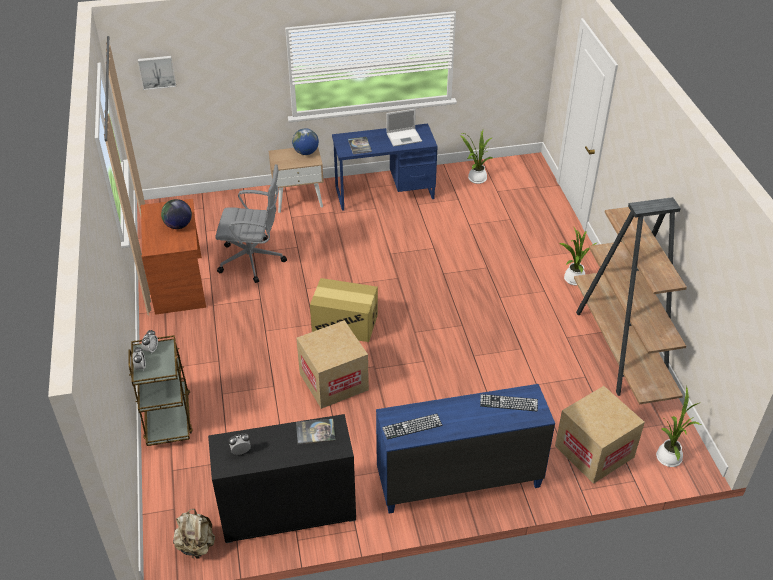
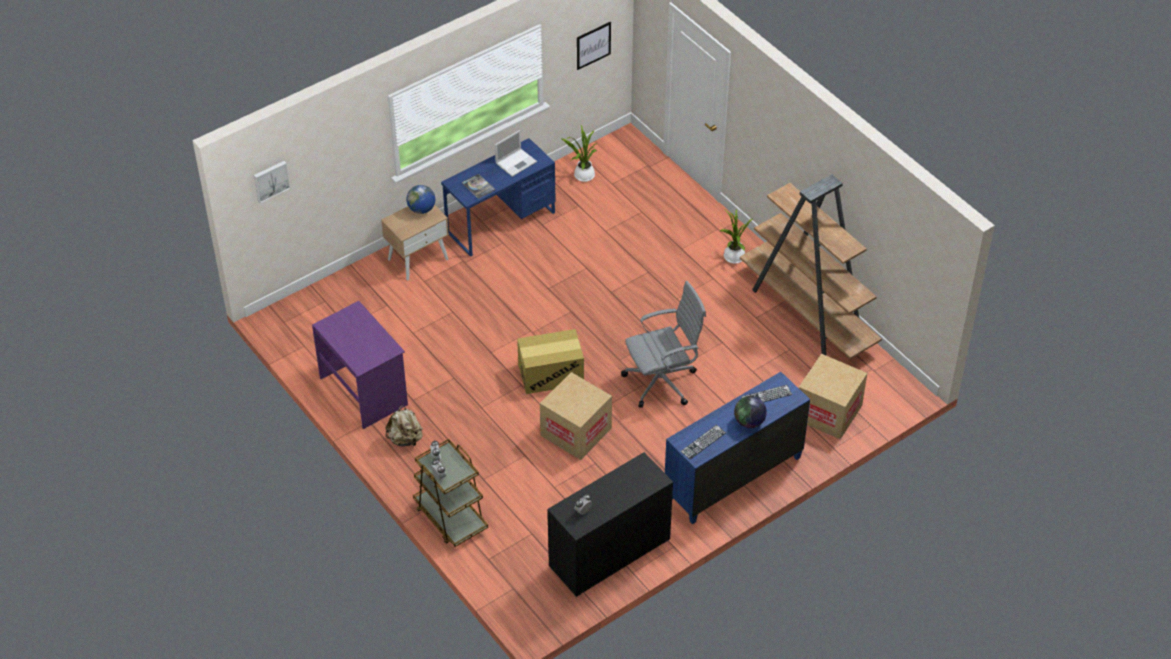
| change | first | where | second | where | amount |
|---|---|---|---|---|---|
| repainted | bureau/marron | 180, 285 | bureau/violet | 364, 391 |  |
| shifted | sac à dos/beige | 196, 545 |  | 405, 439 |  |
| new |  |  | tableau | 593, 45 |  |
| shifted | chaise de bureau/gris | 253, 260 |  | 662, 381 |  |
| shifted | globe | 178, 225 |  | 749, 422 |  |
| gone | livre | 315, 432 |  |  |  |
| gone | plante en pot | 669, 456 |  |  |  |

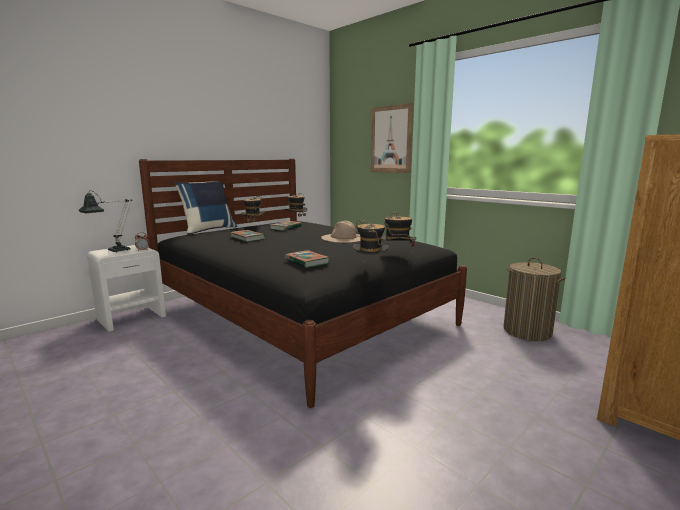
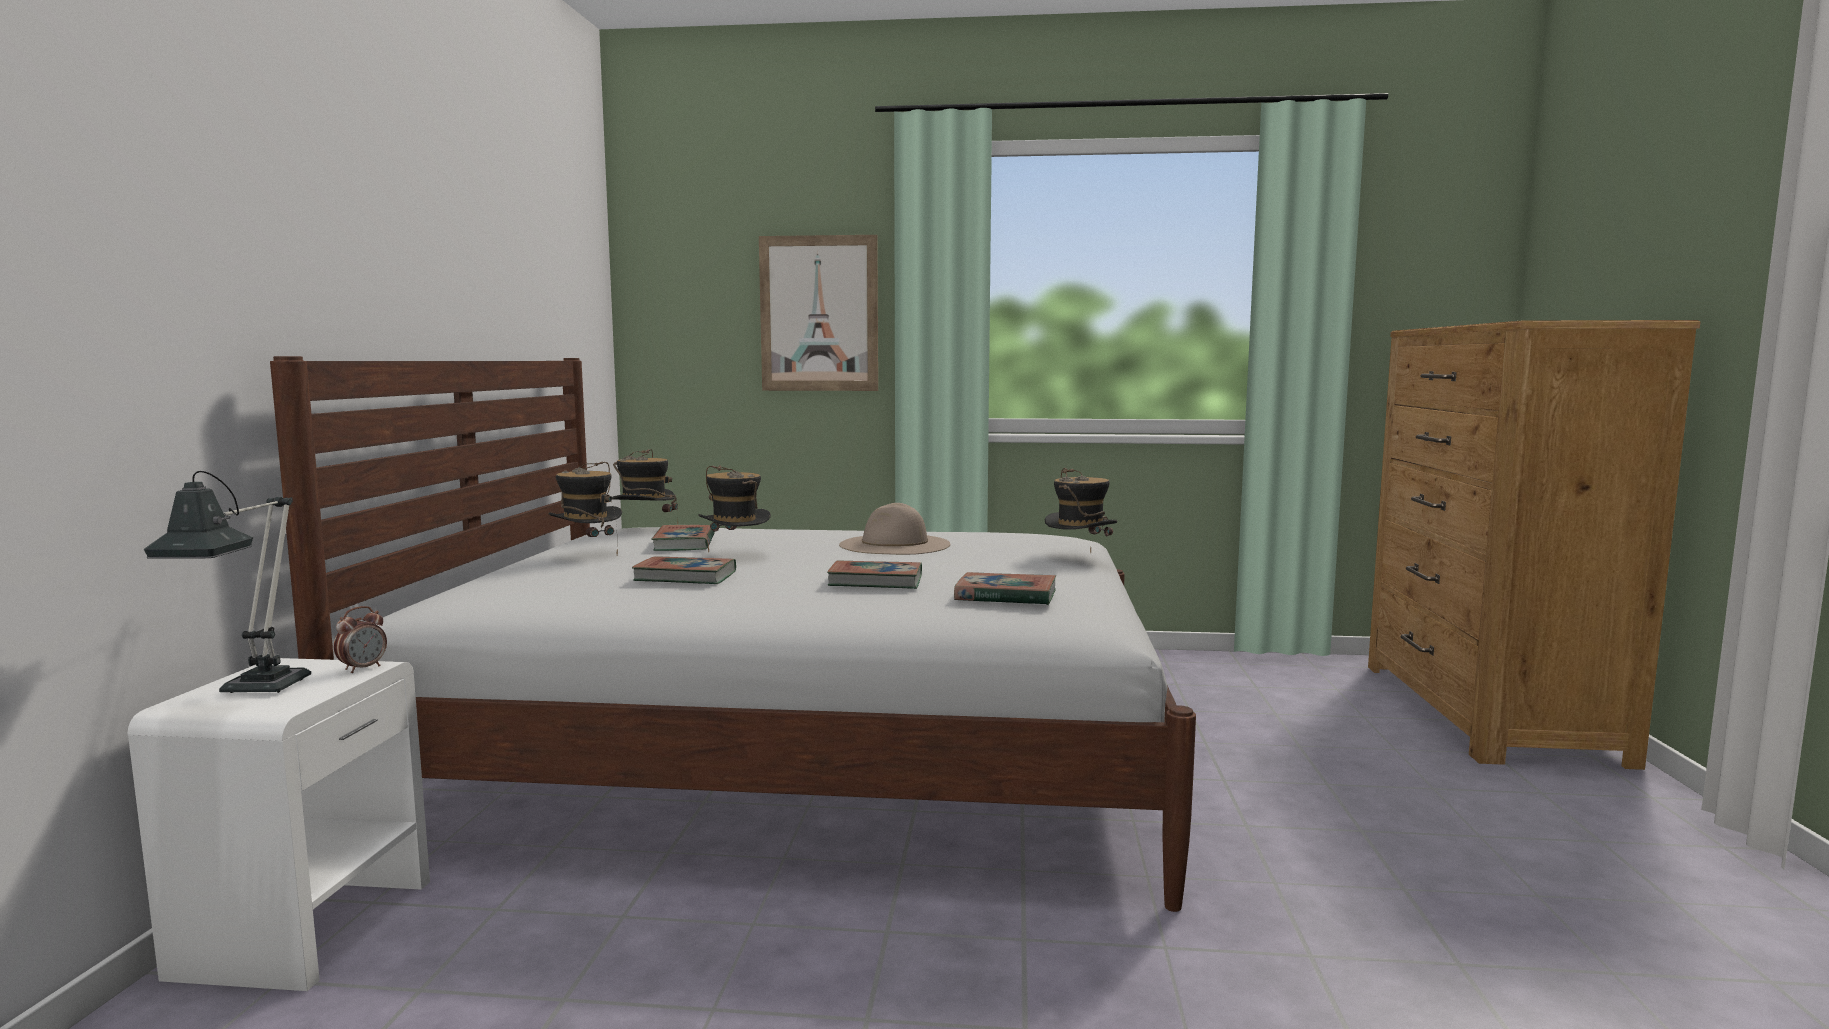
| change | first | where | second | where | amount |
|---|---|---|---|---|---|
| repainted | lit/noir | 300, 314 | lit/blanc | 803, 761 |  |
| shifted | chapeau | 370, 268 |  | 735, 557 |  |
| new |  |  | livre | 875, 581 |  |
| gone | coussin/bleu | 208, 230 |  |  |  |
| gone | panier à linge | 527, 331 |  |  |  |

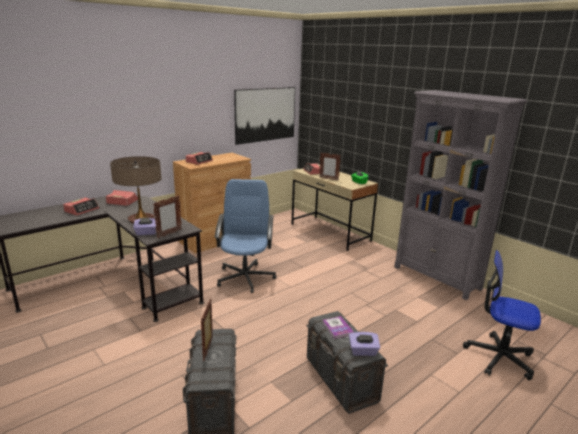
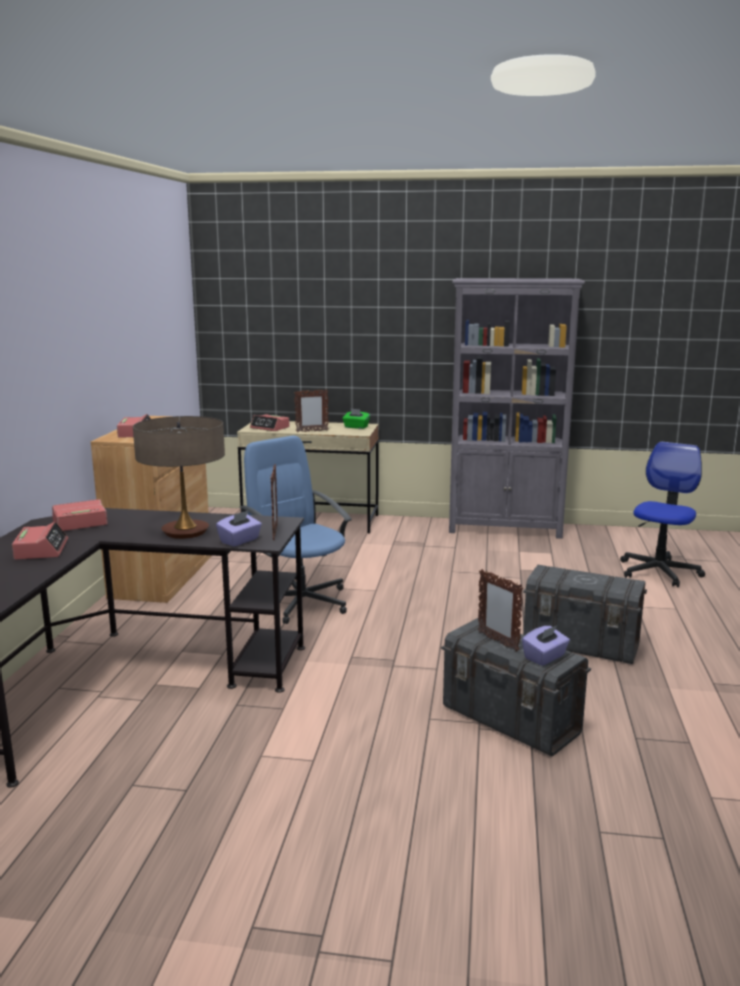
| change | first | where | second | where | amount |
|---|---|---|---|---|---|
| shifted | boîte à mouchoirs/violet | 363, 351 |  | 545, 657 |  |
| rotated | chaise de bureau | 499, 357 |  | 659, 572 | 135 degrees clockwise |
| gone | tableau | 265, 114 |  |  |  |
| gone | livre | 337, 328 |  |  |  |

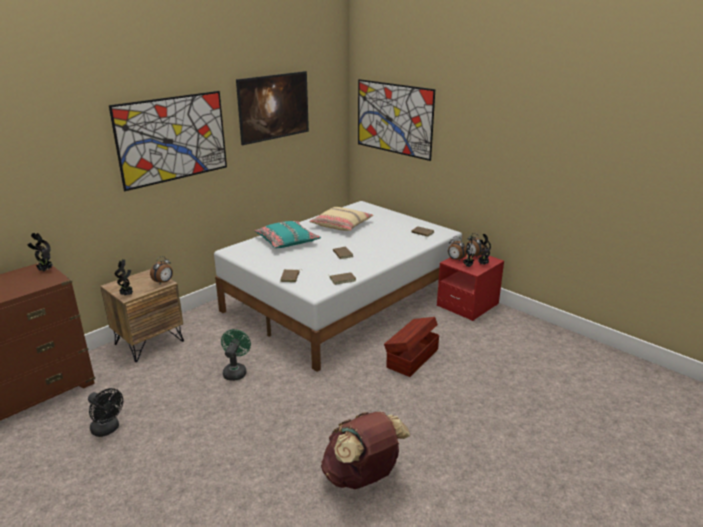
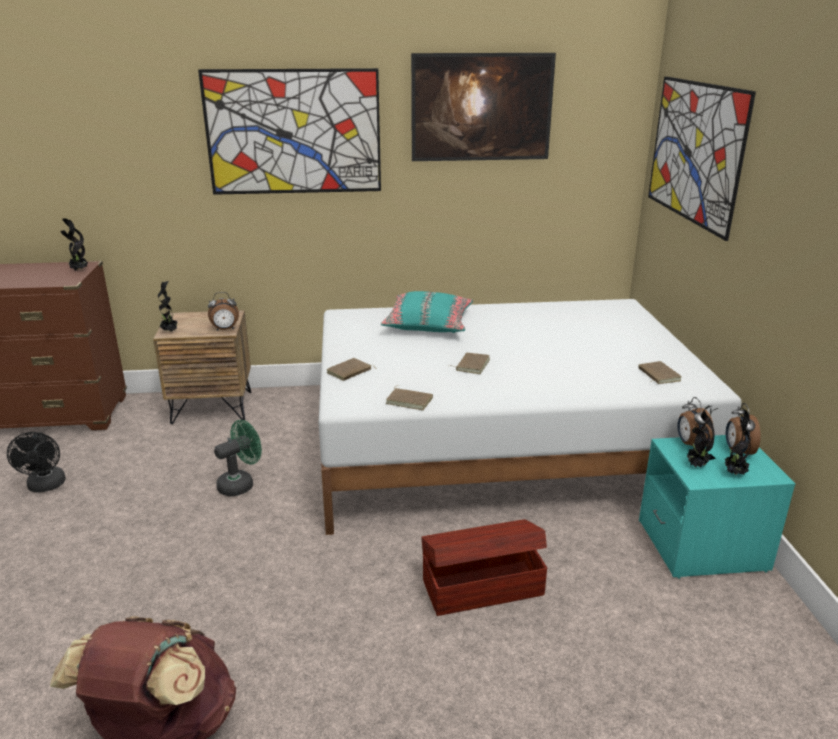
| change | first | where | second | where | amount |
|---|---|---|---|---|---|
| repainted | table de chevet/rouge | 467, 305 | table de chevet/turquoise | 702, 545 |  |
| gone | coussin/beige | 341, 225 |  |  |  |

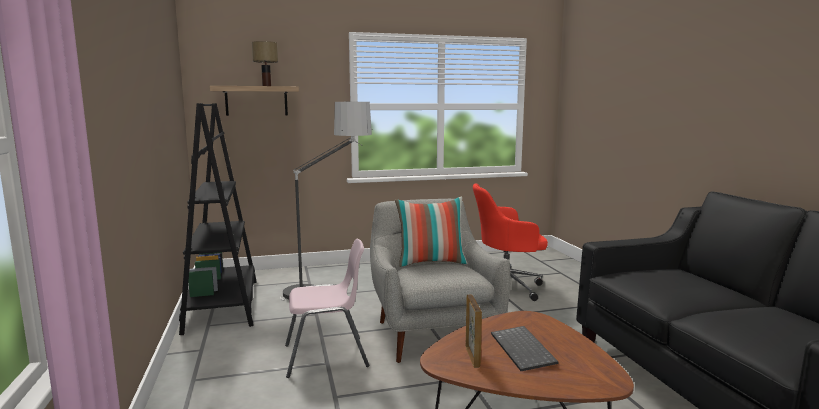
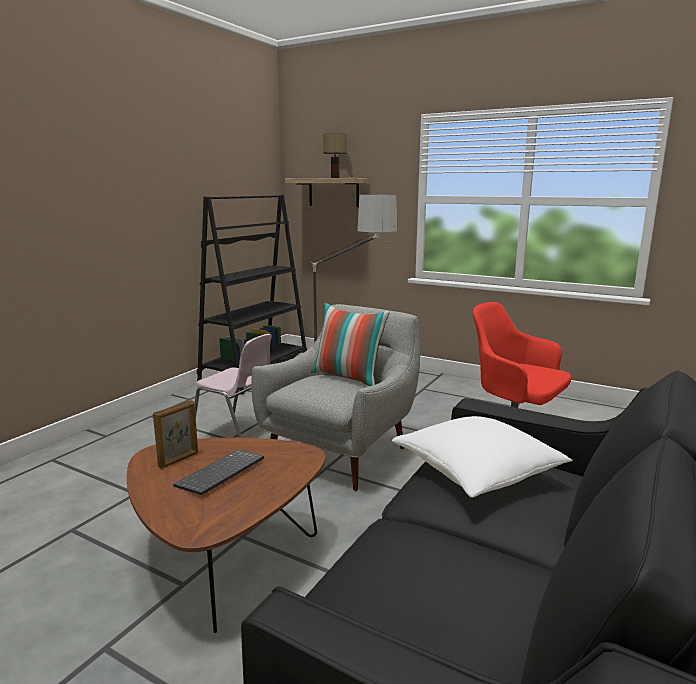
| change | first | where | second | where | amount |
|---|---|---|---|---|---|
| new |  |  | coussin/blanc | 476, 472 |  |

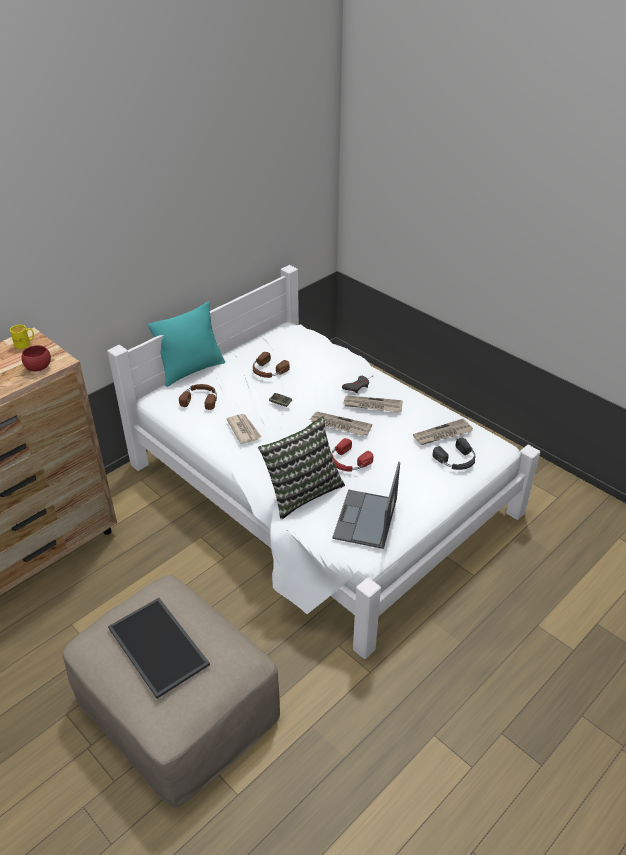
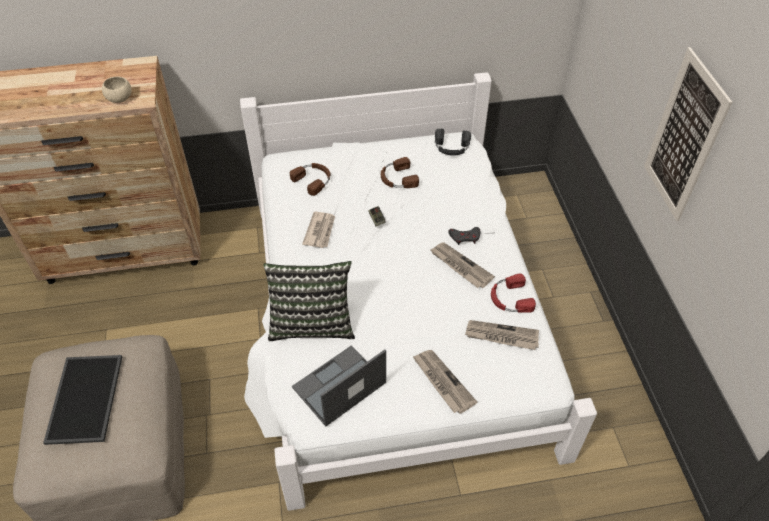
| change | first | where | second | where | amount |
|---|---|---|---|---|---|
| repainted | bol/rouge | 39, 367 | bol/beige | 120, 99 |  |
| shifted | journal | 340, 425 |  | 442, 382 |  |
| shifted | casque audio/noir | 456, 460 |  | 451, 147 |  |
| shifted | casque audio/rouge | 348, 461 |  | 509, 298 |  |
| new |  |  | tableau | 684, 137 |  |
| gone | mug/jaune | 25, 344 |  |  |  |
| gone | coussin/turquoise | 191, 370 |  |  |  |

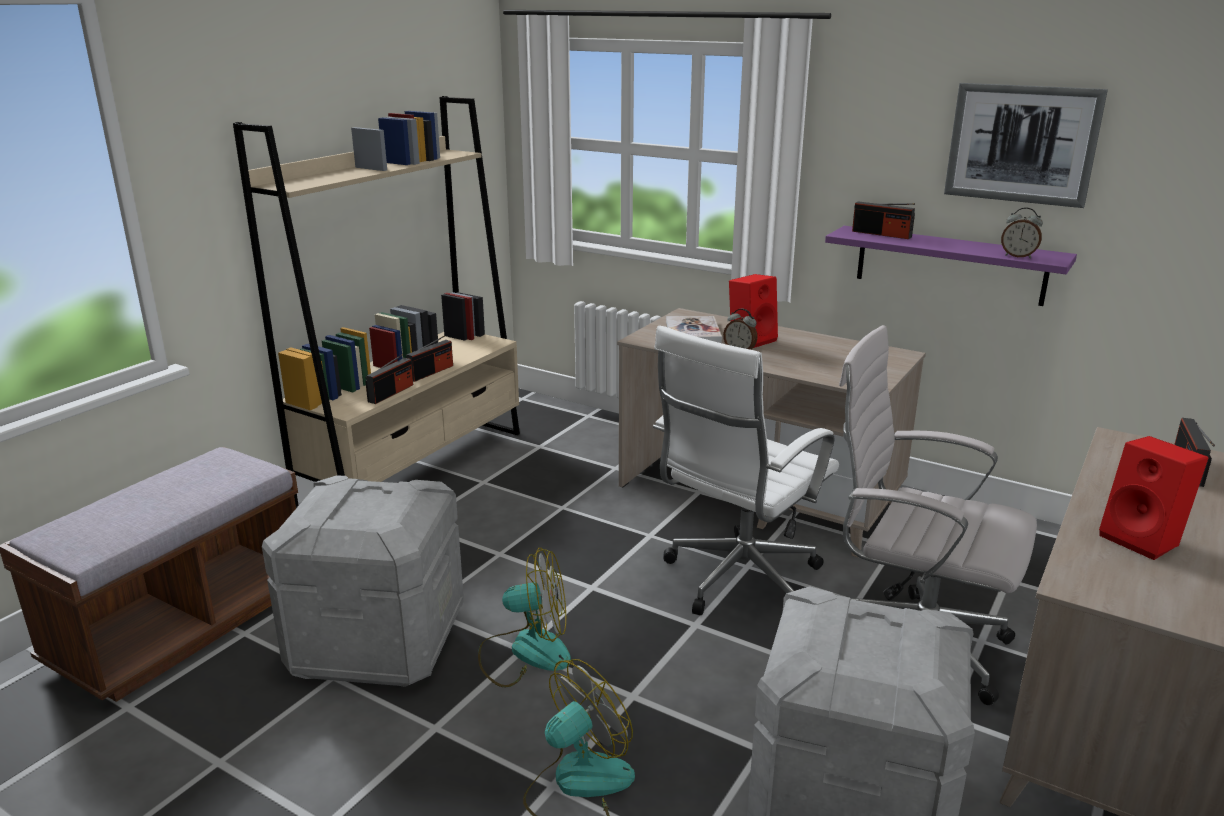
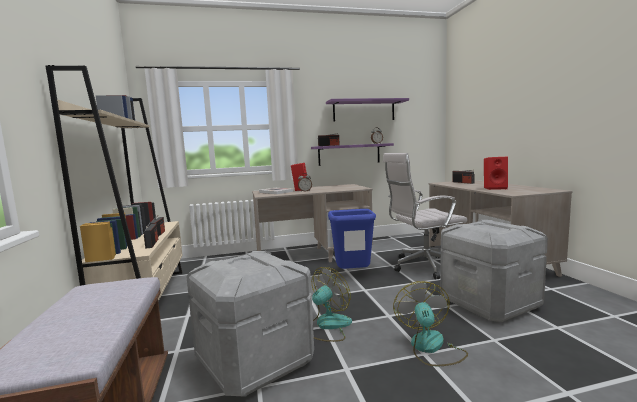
| change | first | where | second | where | amount |
|---|---|---|---|---|---|
| swapped | tableau | 1021, 144 | étagère/violet | 364, 111 |  |
| swapped | chaise de bureau/blanc | 737, 582 | poubelle/bleu | 352, 275 |  |

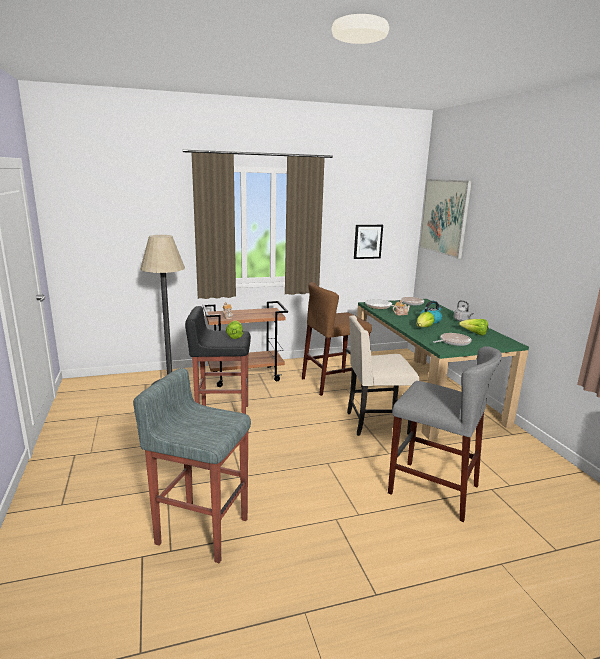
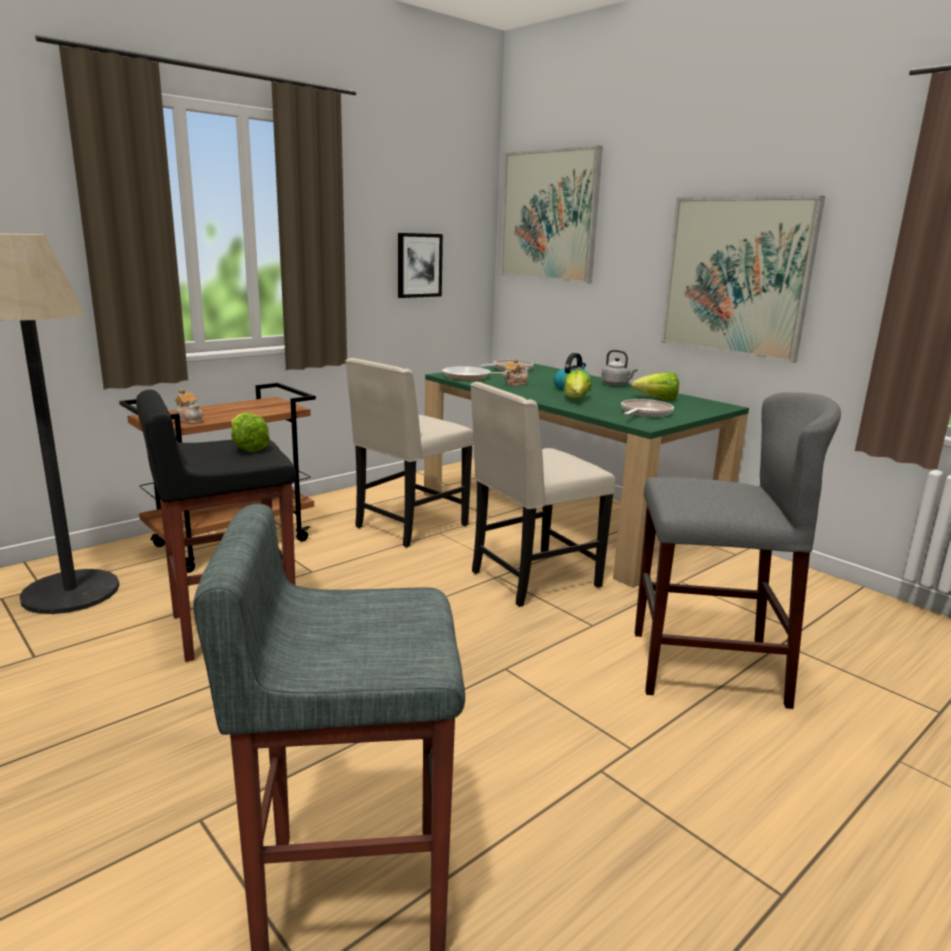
| change | first | where | second | where | amount |
|---|---|---|---|---|---|
| swapped | tabouret/marron | 333, 383 | chaise/beige | 409, 526 |  |
| new |  |  | tableau | 736, 276 |  |

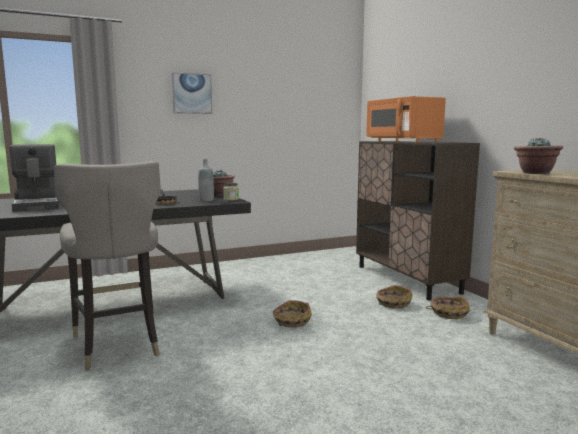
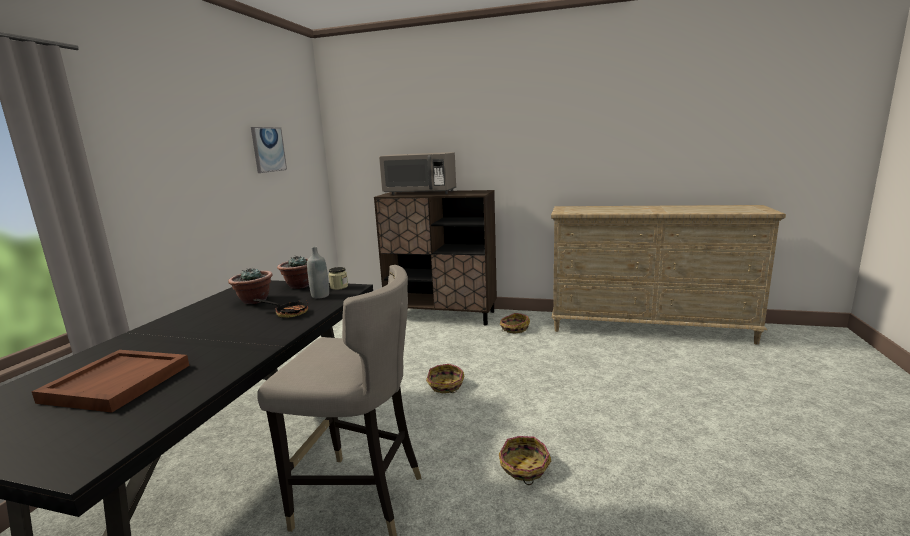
| change | first | where | second | where | amount |
|---|---|---|---|---|---|
| swapped | machine à café | 39, 205 | plateau/marron | 117, 382 |  |
| shifted | plante en pot | 535, 173 |  | 254, 300 |  |
| shifted | tableau | 192, 93 |  | 268, 149 |  |
| repainted | micro-ondes/orange | 402, 141 | micro-ondes/gris | 420, 193 |  |
| shifted | panier | 393, 303 |  | 524, 468 |  |

